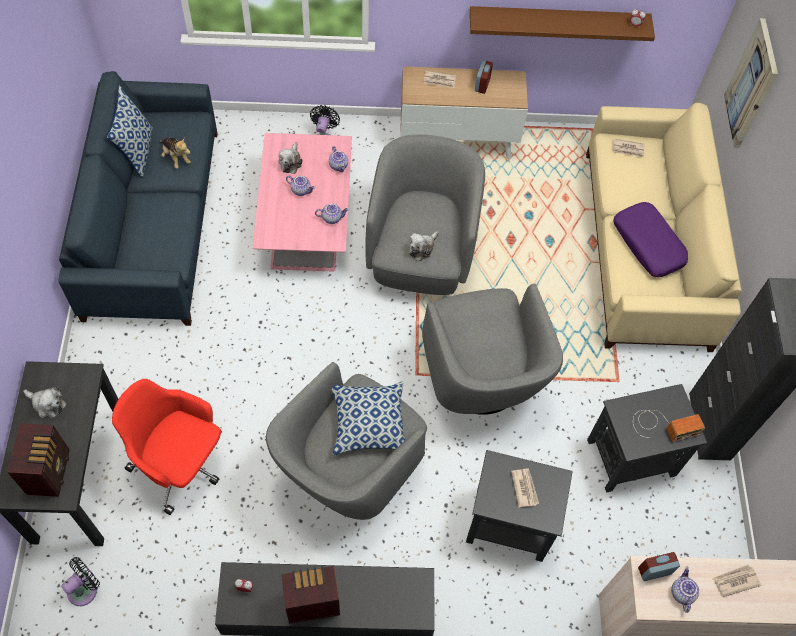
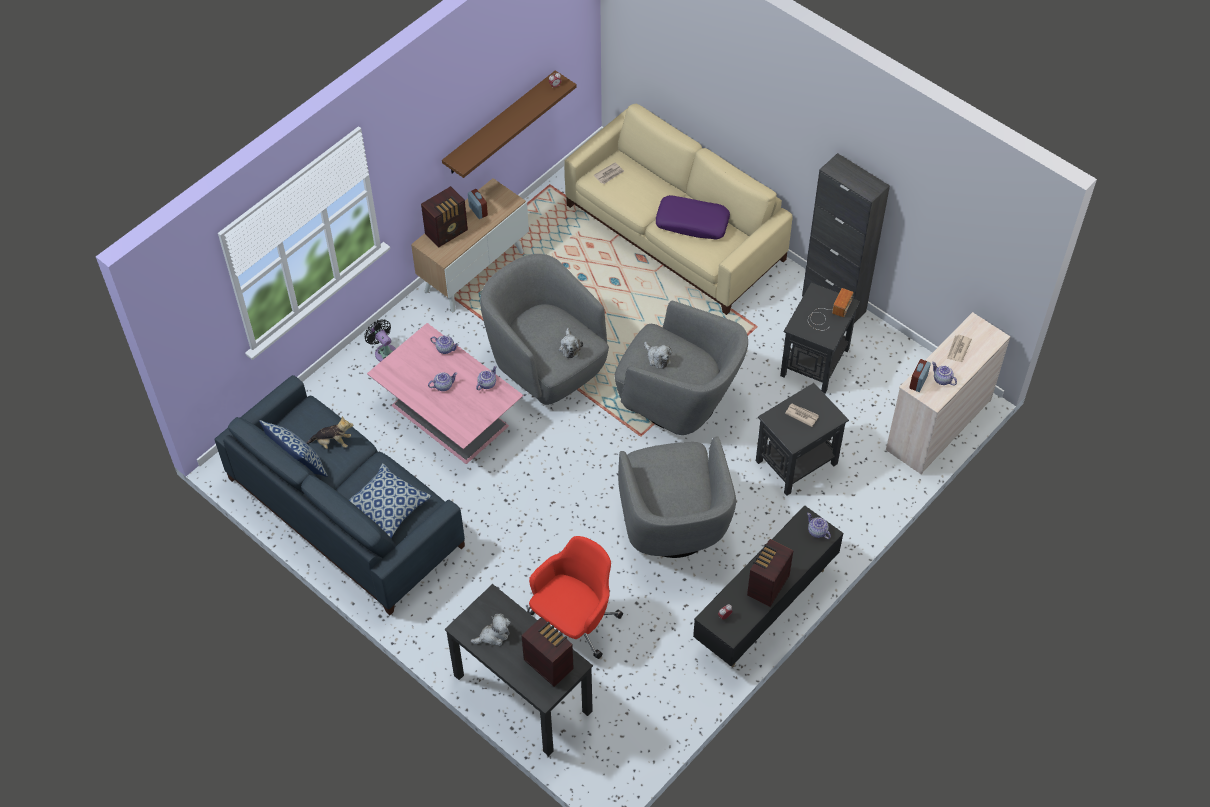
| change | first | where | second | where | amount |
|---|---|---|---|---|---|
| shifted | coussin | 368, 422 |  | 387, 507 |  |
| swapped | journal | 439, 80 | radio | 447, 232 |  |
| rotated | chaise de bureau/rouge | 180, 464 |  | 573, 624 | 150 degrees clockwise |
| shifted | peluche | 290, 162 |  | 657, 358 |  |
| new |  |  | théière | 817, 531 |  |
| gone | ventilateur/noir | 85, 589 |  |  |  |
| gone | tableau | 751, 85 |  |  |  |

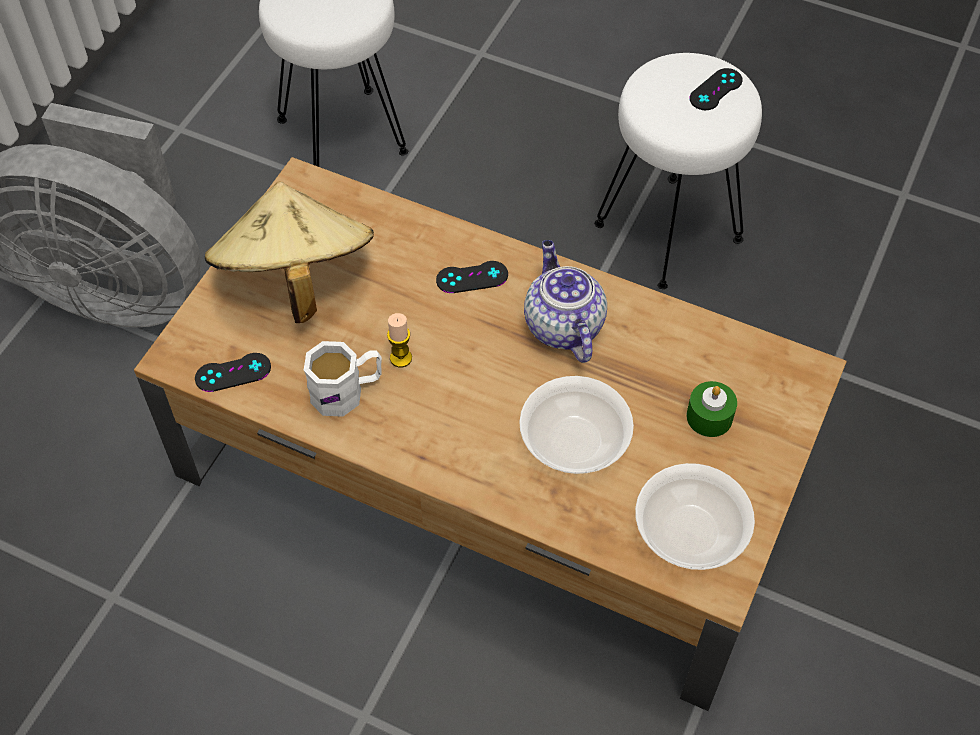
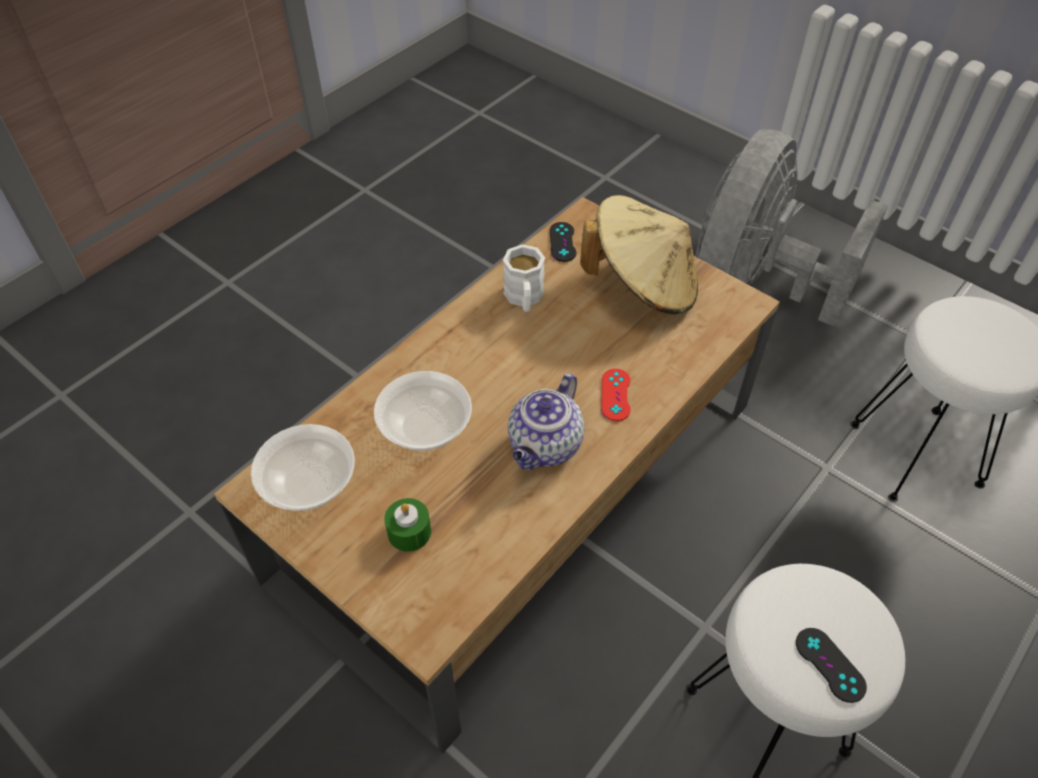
| change | first | where | second | where | amount |
|---|---|---|---|---|---|
| rotated | théière | 562, 325 |  | 545, 447 | 120 degrees clockwise |
| repainted | manette/noir | 472, 277 | manette/rouge | 615, 395 |  |
| gone | bougie | 401, 358 |  |  |  |

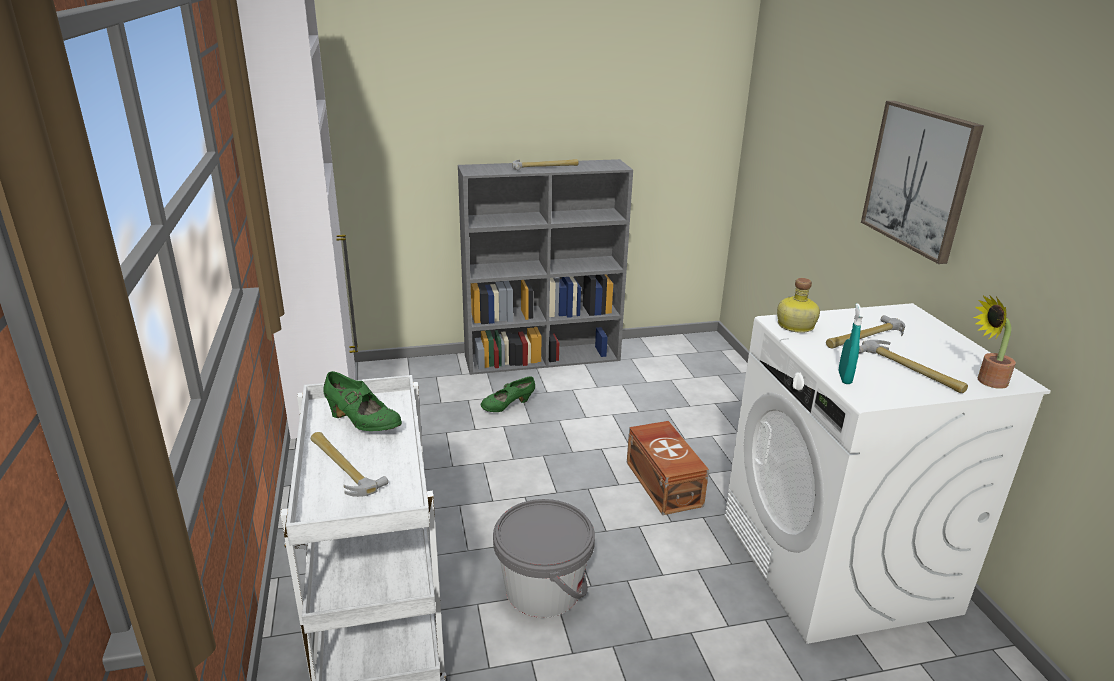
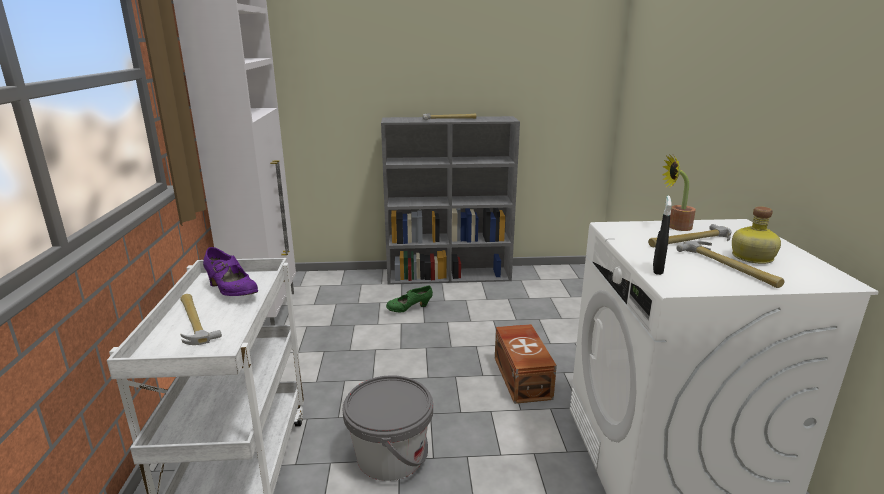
| change | first | where | second | where | amount |
|---|---|---|---|---|---|
| repainted | chaussure/vert | 363, 423 | chaussure/violet | 231, 292 |  |
| repainted | vaporisateur/turquoise | 844, 378 | vaporisateur/noir | 657, 270 |  |
| shifted | plante en pot | 987, 381 |  | 675, 227 |  |
| shifted | bouteille | 794, 326 |  | 751, 257 |  |
| gone | tableau | 919, 179 |  |  |  |

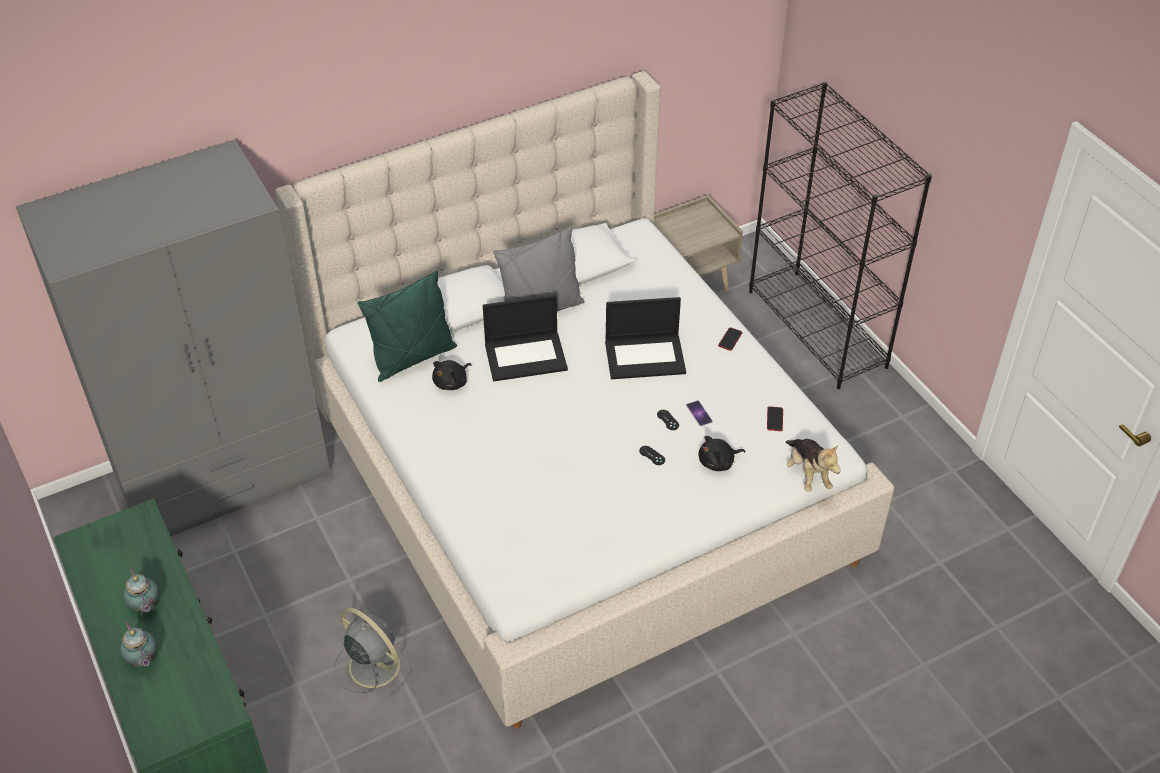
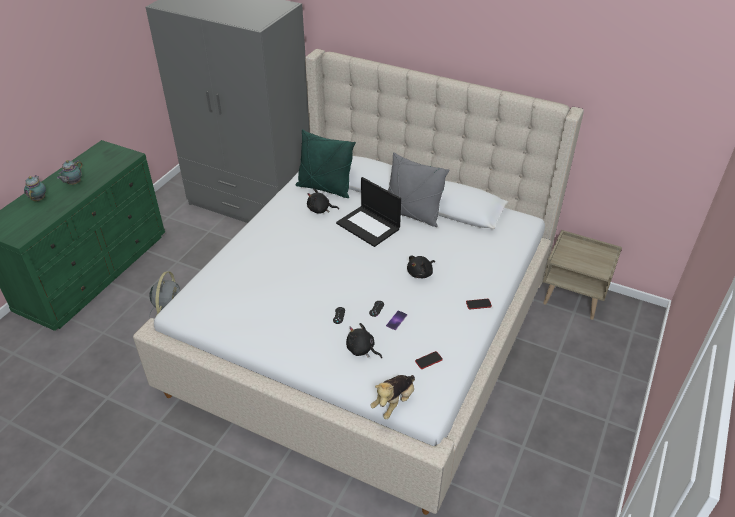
| change | first | where | second | where | amount |
|---|---|---|---|---|---|
| rotated | théière | 143, 661 |  | 39, 199 | 150 degrees clockwise |
| swapped | ordinateur portable | 645, 356 | peluche/noir | 421, 273 |  |
| gone | bibliothèque/noir | 818, 329 |  |  |  |

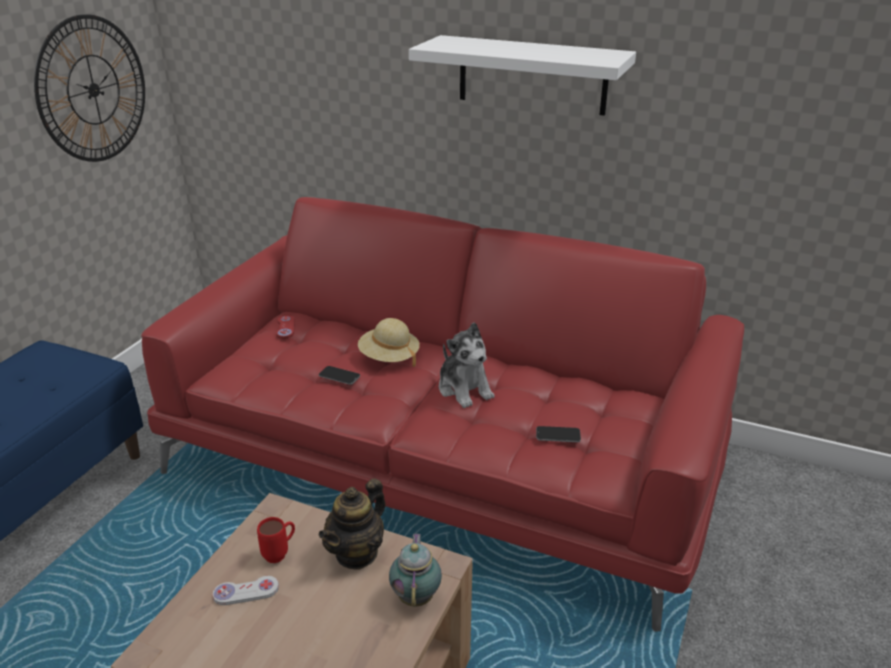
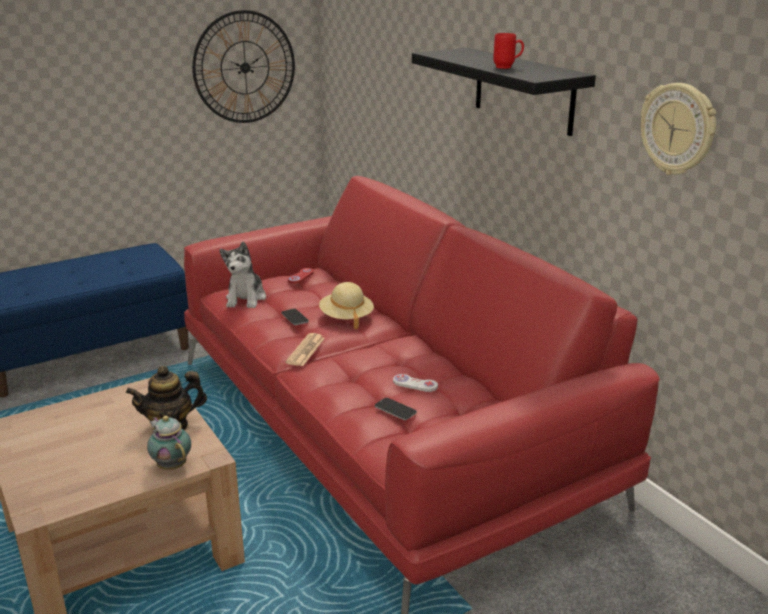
| change | first | where | second | where | amount |
|---|---|---|---|---|---|
| rotated | théière | 416, 595 |  | 171, 465 | 75 degrees counterclockwise |
| shifted | peluche | 464, 389 |  | 246, 298 |  |
| new |  |  | journal | 305, 350 |  |
| shifted | manette/blanc | 246, 592 |  | 415, 384 |  |
| repainted | étagère/blanc | 532, 75 | étagère/noir | 523, 90 |  |
| shifted | mug/rouge | 280, 553 |  | 508, 67 |  |
| new |  |  | horloge murale | 678, 129 |  |

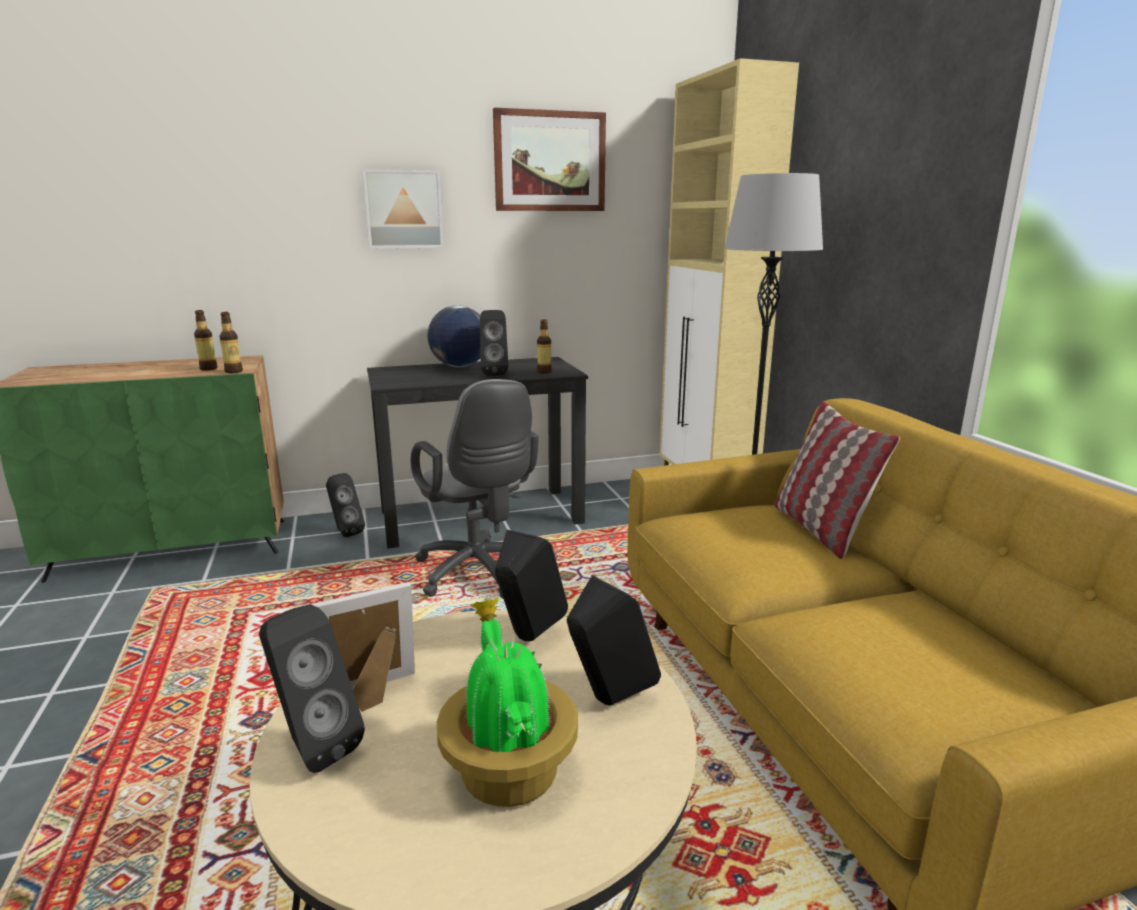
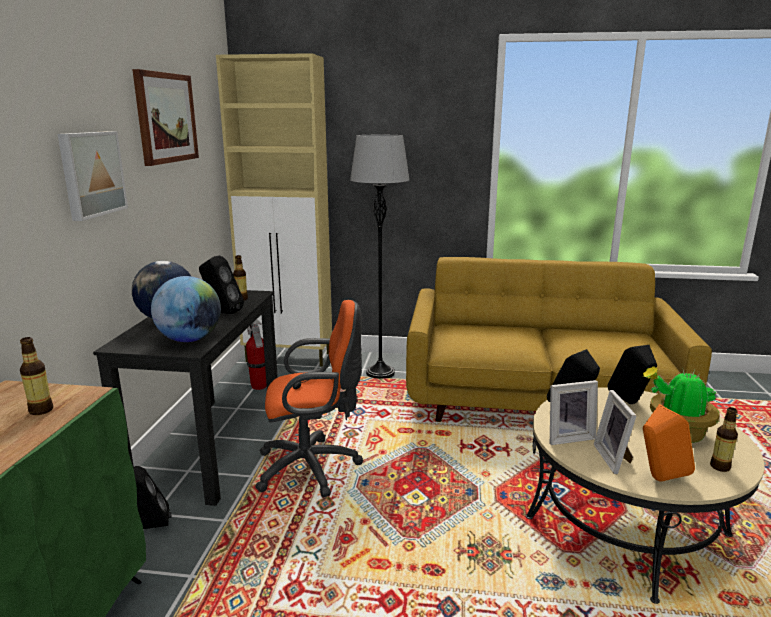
| change | first | where | second | where | amount |
|---|---|---|---|---|---|
| new |  |  | globe | 190, 339 |  |
| new |  |  | extincteur | 259, 387 |  |
| repainted | chaise de bureau/gris | 479, 574 | chaise de bureau/orange | 313, 467 |  |
| new |  |  | cadre photo | 568, 437 |  |
| repainted | enceinte/noir | 312, 746 | enceinte/orange | 659, 480 |  |
| shifted | bouteille | 234, 371 |  | 719, 467 |  |
| gone | coussin | 820, 529 |  |  |  |

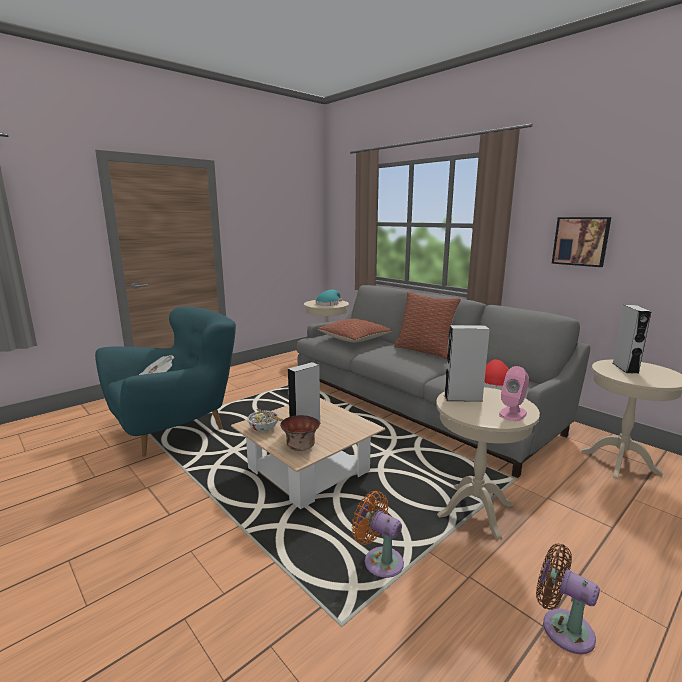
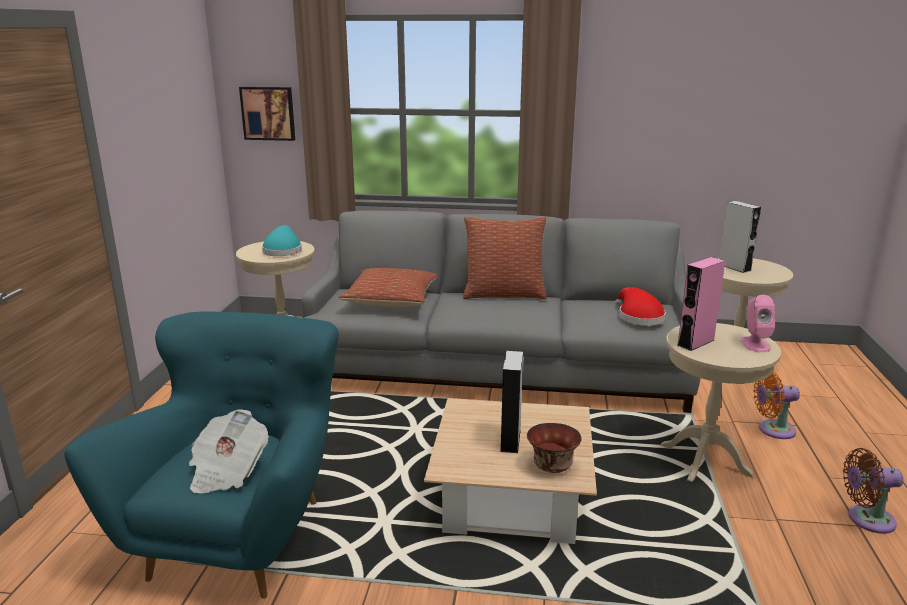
| change | first | where | second | where | amount |
|---|---|---|---|---|---|
| shifted | tableau | 581, 241 |  | 268, 113 |  |
| repainted | enceinte/gris | 463, 398 | enceinte/rose | 695, 343 |  |
| shifted | ventilateur/orange | 380, 560 |  | 772, 430 |  |
| gone | bol | 264, 428 |  |  |  |

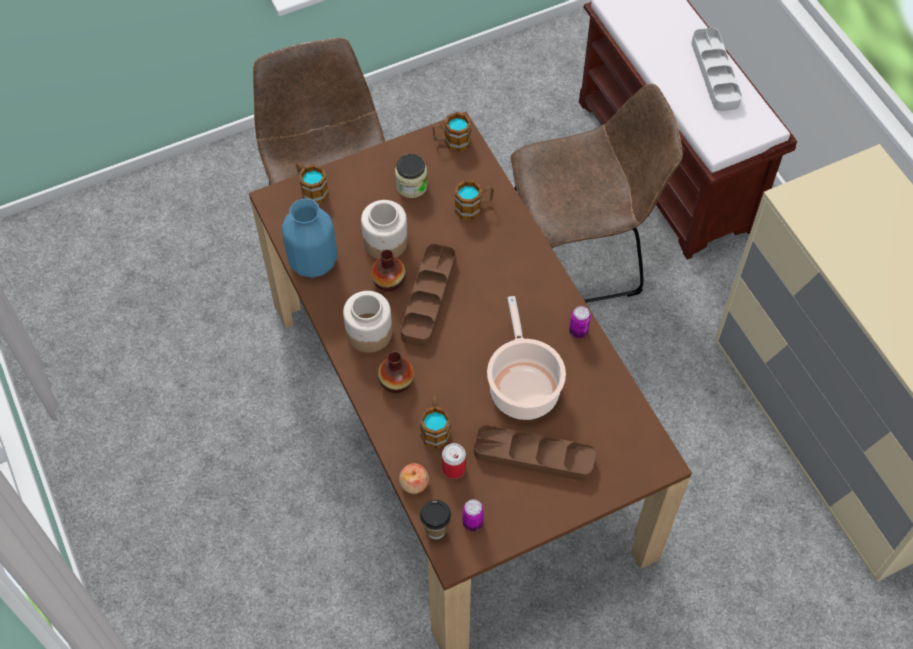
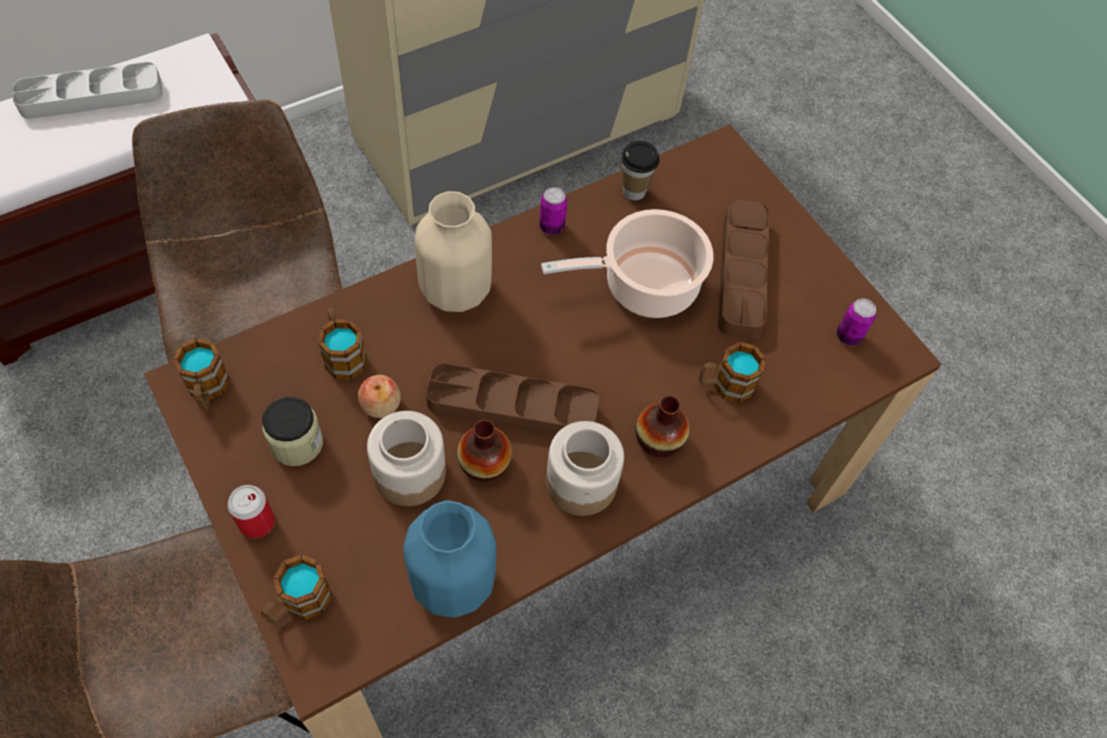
| change | first | where | second | where | amount |
|---|---|---|---|---|---|
| shifted | boîte métallique | 453, 468 |  | 257, 522 |  |
| shifted | pomme | 414, 483 |  | 380, 404 |  |
| new |  |  | vase/beige | 456, 291 |  |
| shifted | tasse | 436, 530 |  | 634, 191 |  |

